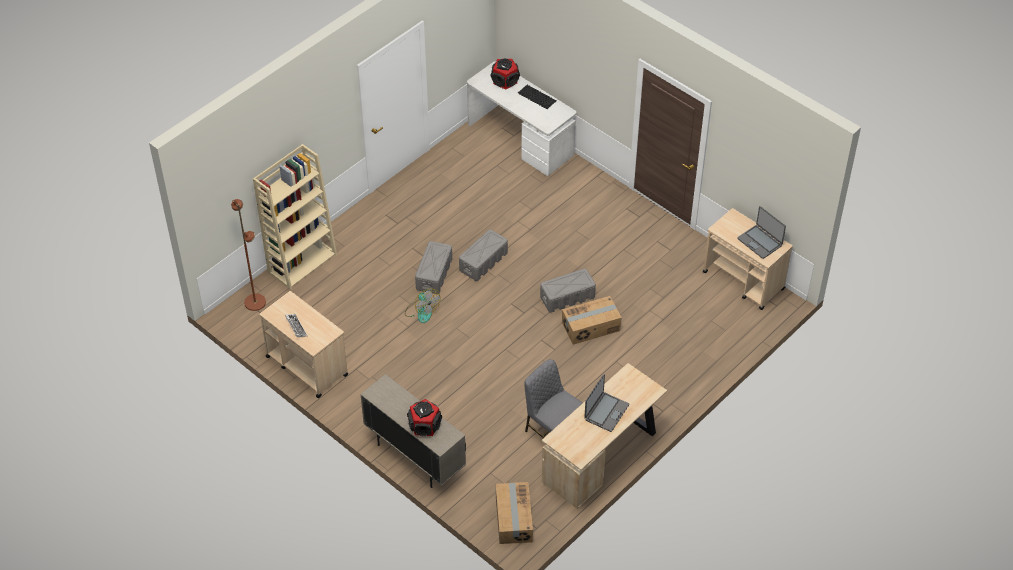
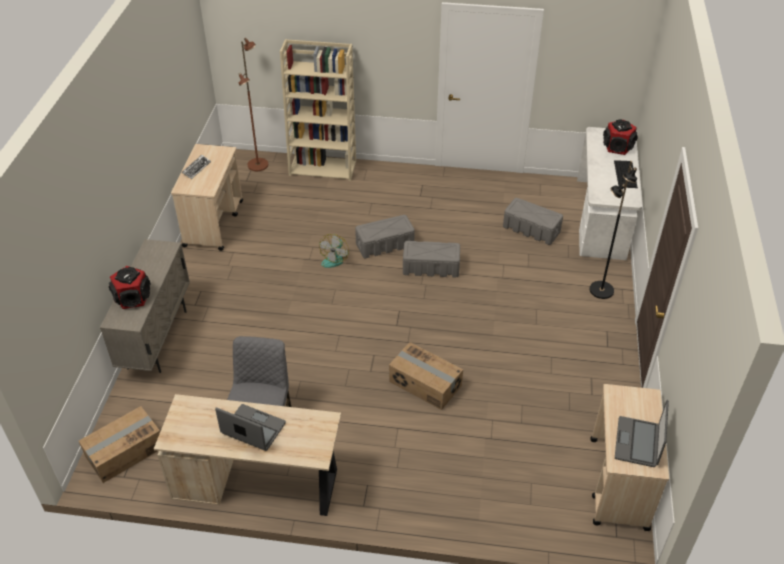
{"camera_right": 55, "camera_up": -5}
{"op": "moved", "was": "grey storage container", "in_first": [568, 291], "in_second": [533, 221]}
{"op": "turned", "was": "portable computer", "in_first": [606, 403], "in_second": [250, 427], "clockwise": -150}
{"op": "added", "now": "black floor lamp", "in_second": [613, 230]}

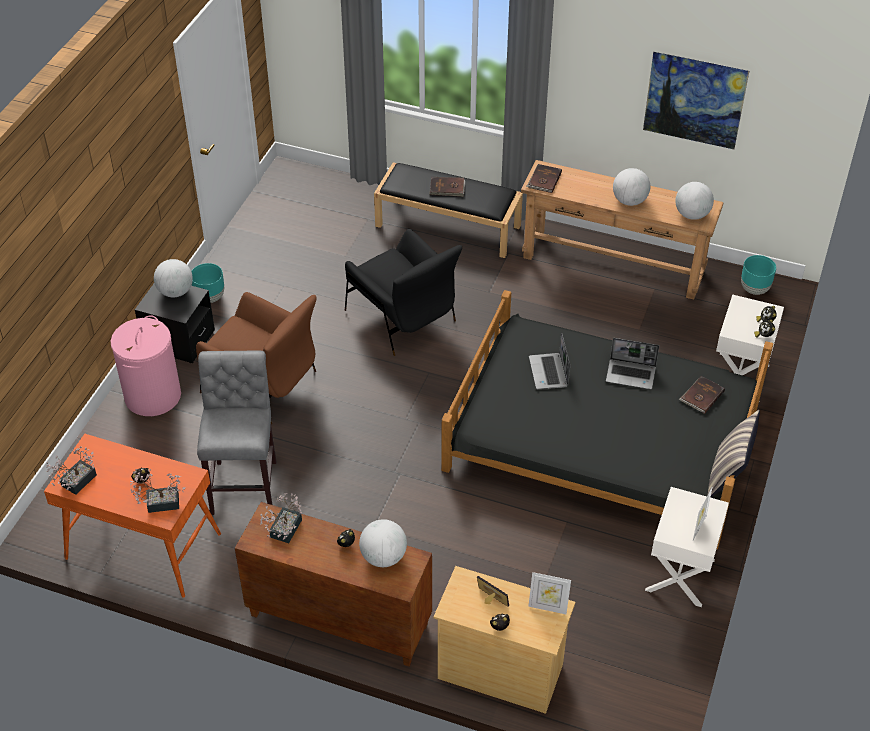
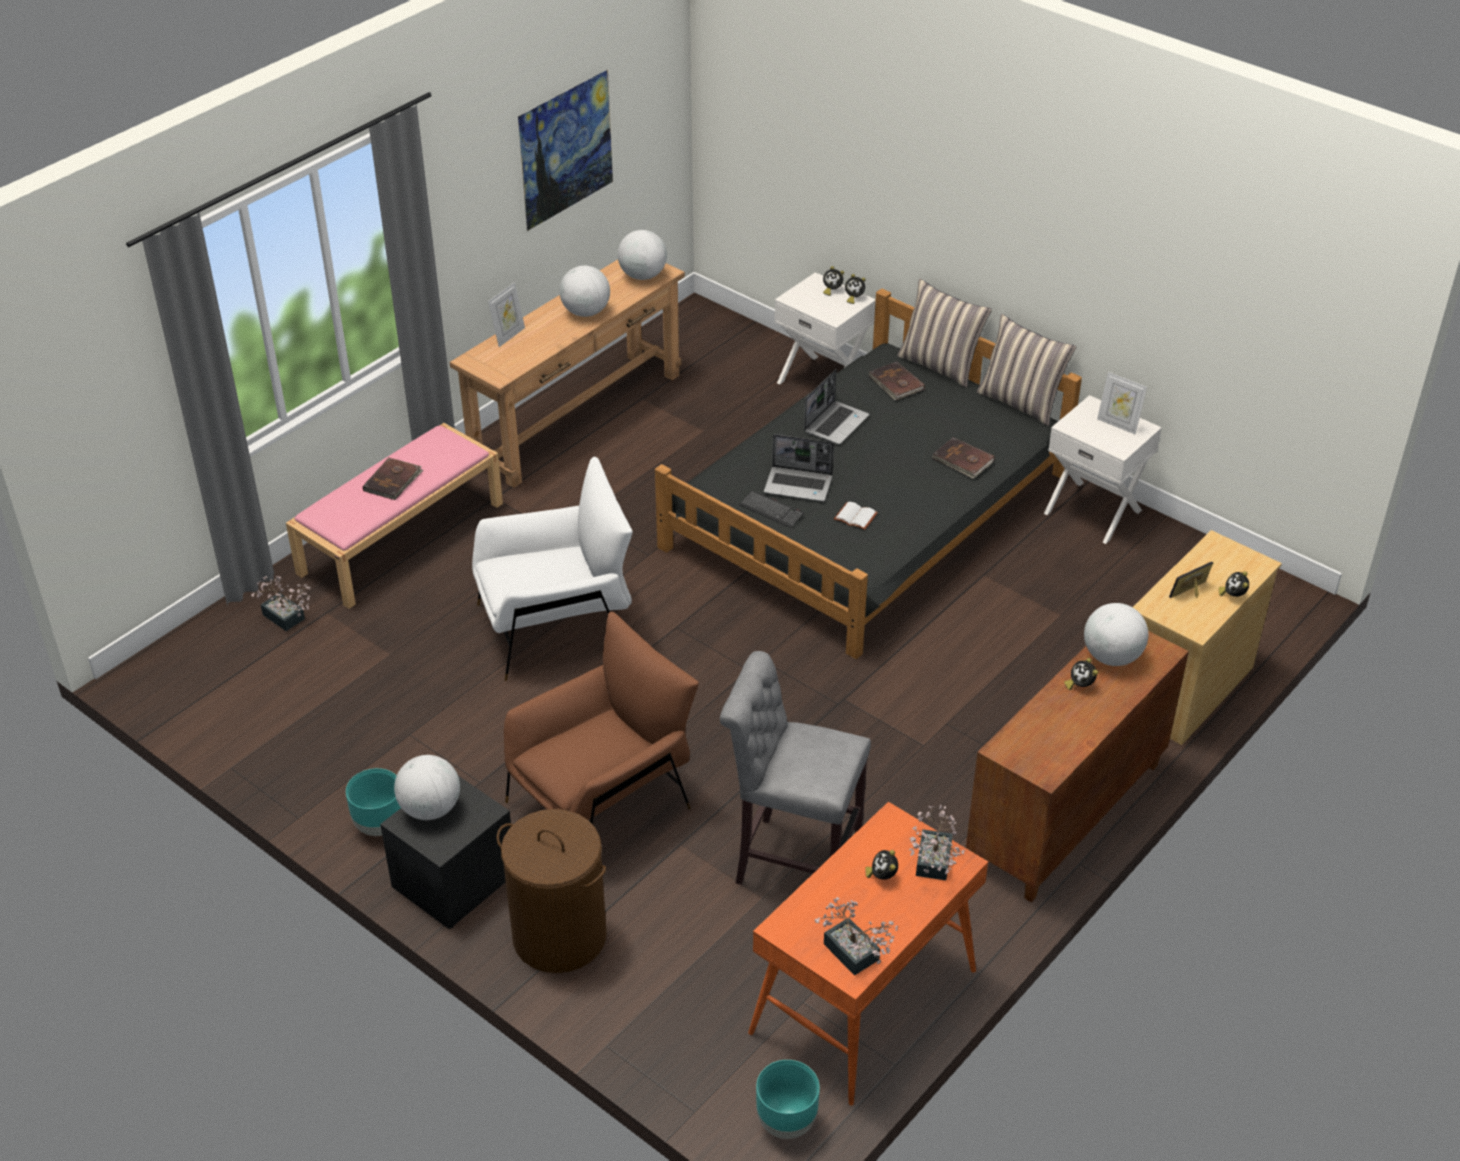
{"camera_right": -70, "camera_up": -5}
{"op": "recoloured", "was": "black bench", "now": "pink bench", "in_first": [448, 210], "in_second": [394, 516]}
{"op": "moved", "was": "brownish book", "in_first": [544, 178], "in_second": [963, 458]}
{"op": "recoloured", "was": "black armchair", "now": "white armchair", "in_first": [403, 292], "in_second": [552, 569]}
{"op": "moved", "was": "turquoise plant pot", "in_first": [758, 275], "in_second": [788, 1099]}
{"op": "recoloured", "was": "pink laundry basket", "now": "brownish laundry basket", "in_first": [146, 365], "in_second": [552, 891]}
{"op": "moved", "was": "houseplant", "in_first": [281, 518], "in_second": [281, 603]}
{"op": "moved", "was": "picture frame", "in_first": [549, 593], "in_second": [506, 314]}
{"op": "added", "now": "pillow", "in_second": [944, 333]}
{"op": "added", "now": "computer keyboard", "in_second": [771, 509]}
{"op": "added", "now": "white book", "in_second": [856, 516]}

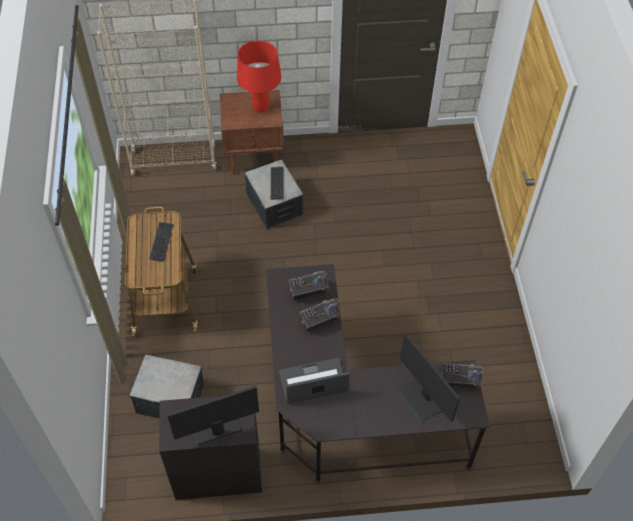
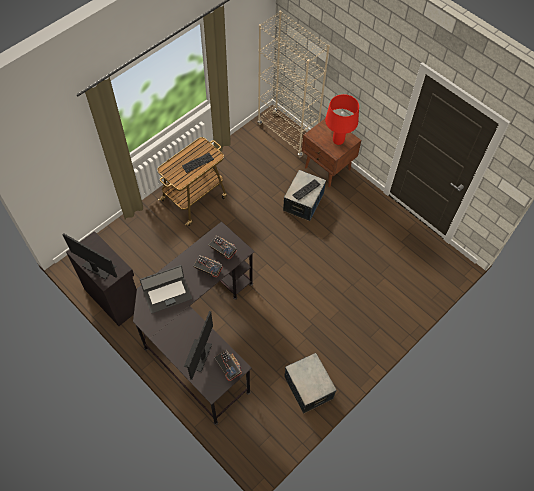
{"camera_right": 50, "camera_up": 5}
{"op": "moved", "was": "storage container", "in_first": [166, 386], "in_second": [310, 383]}
{"op": "turned", "was": "portable computer", "in_first": [314, 381], "in_second": [166, 289], "clockwise": 120}

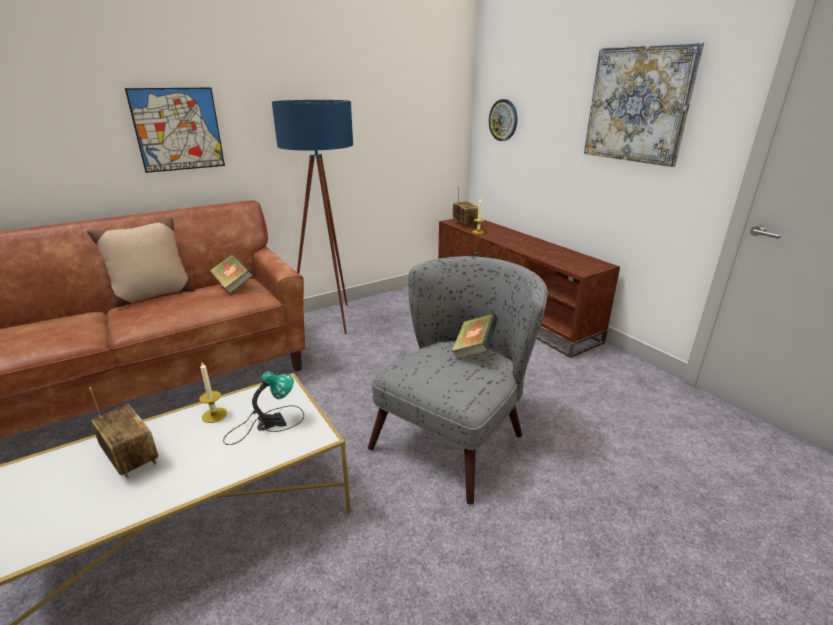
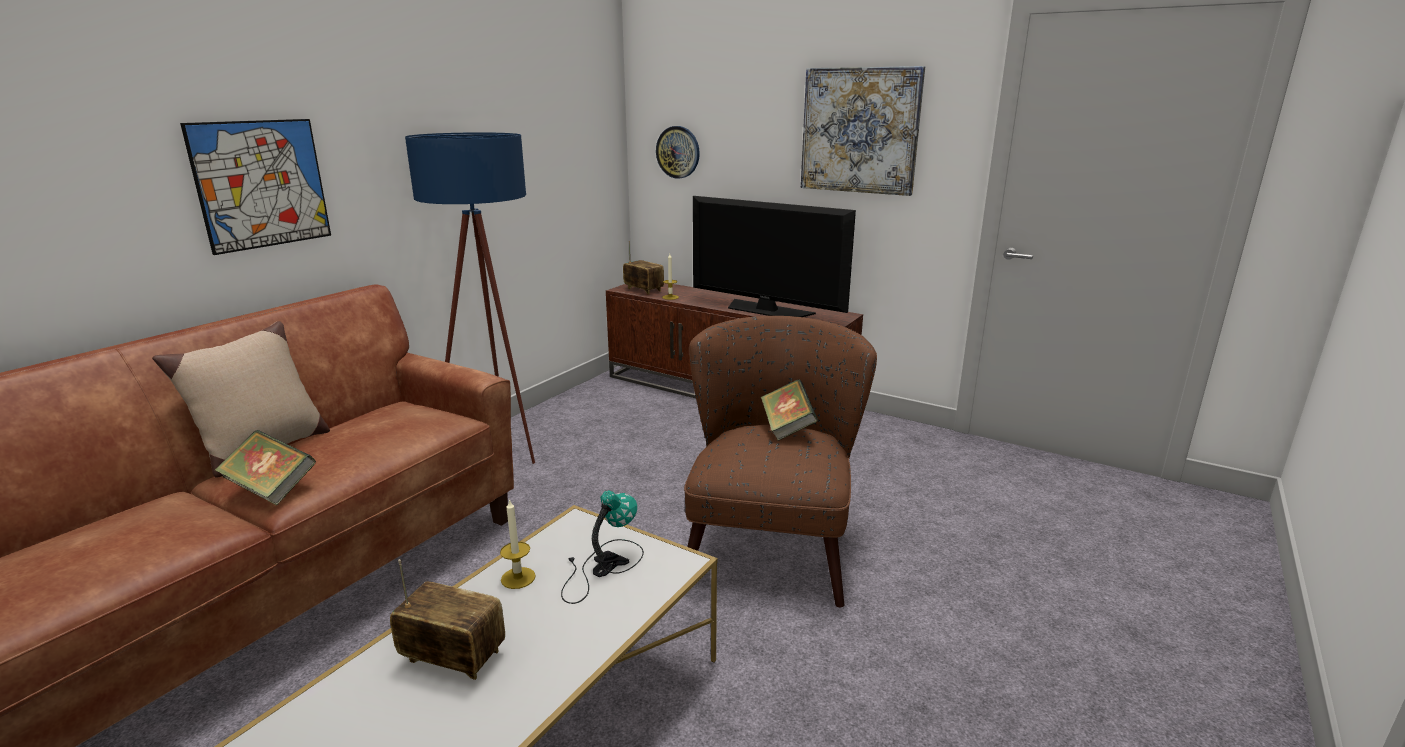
{"camera_right": -25, "camera_up": -5}
{"op": "moved", "was": "book", "in_first": [231, 274], "in_second": [265, 467]}
{"op": "recoloured", "was": "grey armchair", "now": "brownish armchair", "in_first": [458, 380], "in_second": [780, 461]}
{"op": "added", "now": "TV", "in_second": [774, 256]}

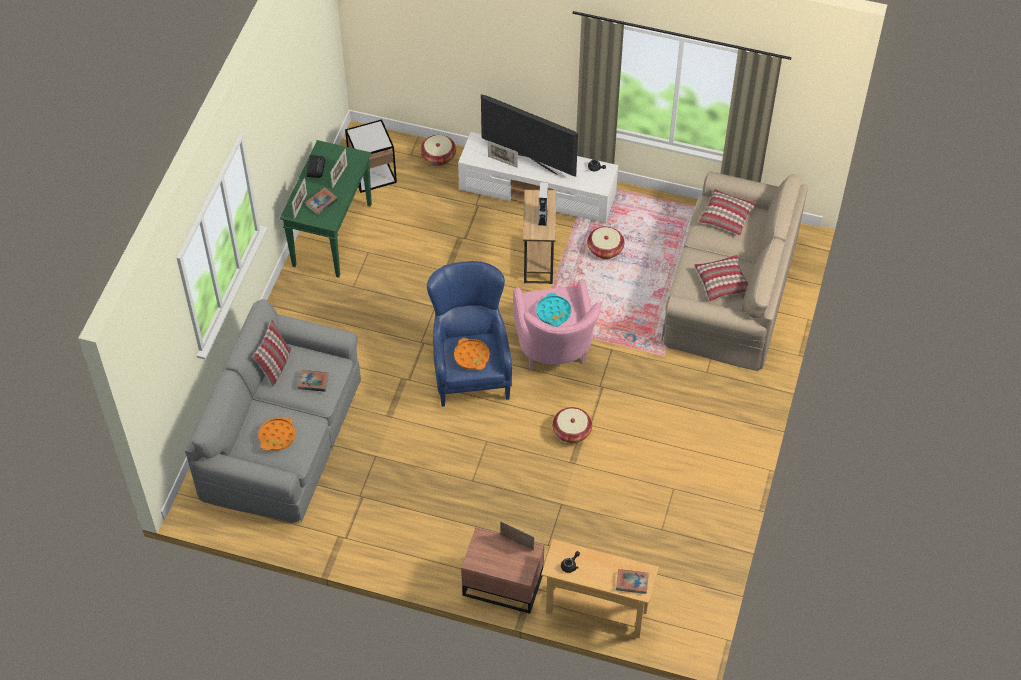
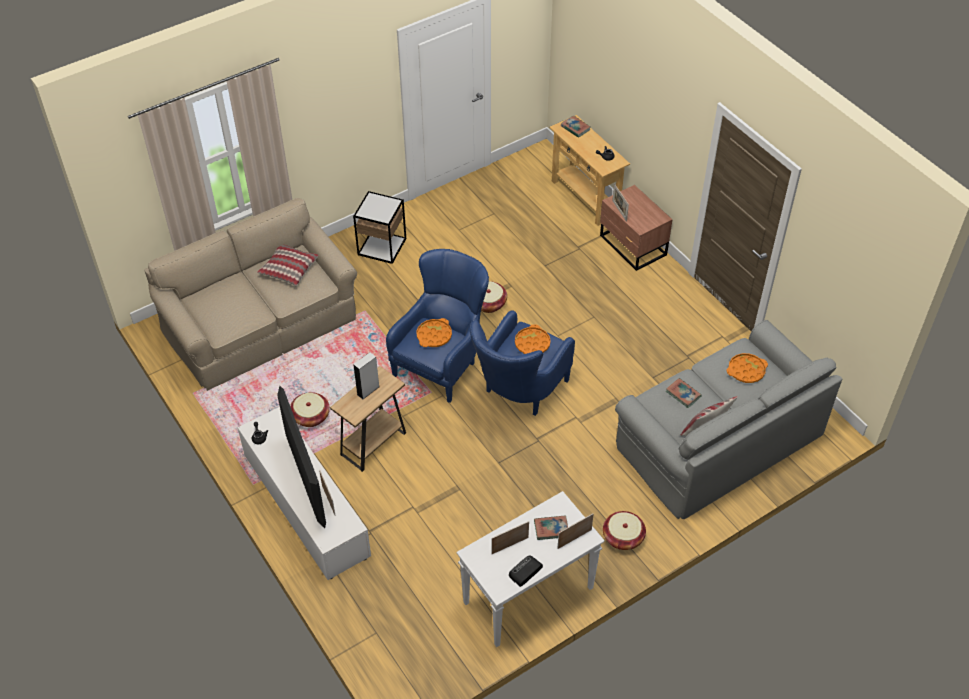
{"camera_right": -140, "camera_up": -5}
{"op": "moved", "was": "side table", "in_first": [371, 156], "in_second": [379, 227]}
{"op": "moved", "was": "storage basket", "in_first": [438, 150], "in_second": [624, 530]}
{"op": "recoloured", "was": "green-coloured hall table", "now": "white hall table", "in_first": [326, 209], "in_second": [530, 569]}
{"op": "removed", "was": "pillow", "in_first": [727, 212]}
{"op": "recoloured", "was": "pink armchair", "now": "blue armchair", "in_first": [557, 325], "in_second": [437, 326]}
{"op": "recoloured", "was": "turquoise carrying tray", "now": "orange-coloured carrying tray", "in_first": [554, 310], "in_second": [434, 332]}

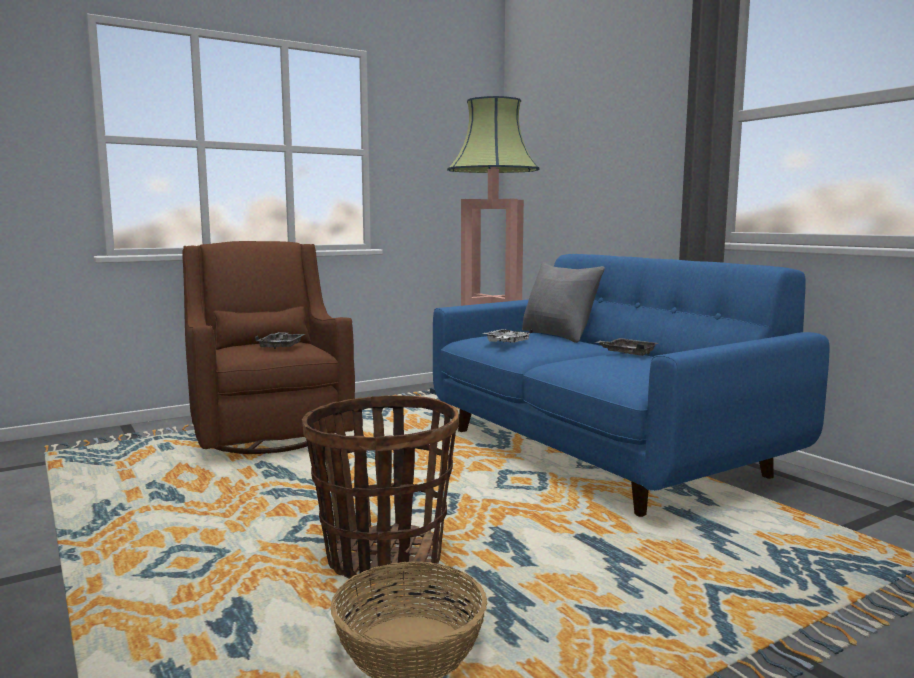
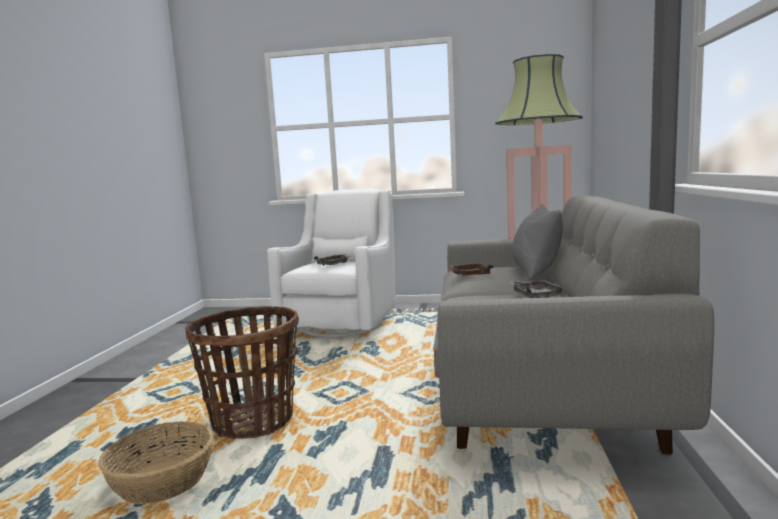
{"camera_right": 40, "camera_up": 0}
{"op": "recoloured", "was": "brownish armchair", "now": "white armchair", "in_first": [268, 347], "in_second": [331, 263]}
{"op": "recoloured", "was": "blue settee", "now": "grey settee", "in_first": [631, 385], "in_second": [573, 325]}
{"op": "recoloured", "was": "white carrying tray", "now": "brownish carrying tray", "in_first": [508, 336], "in_second": [471, 269]}

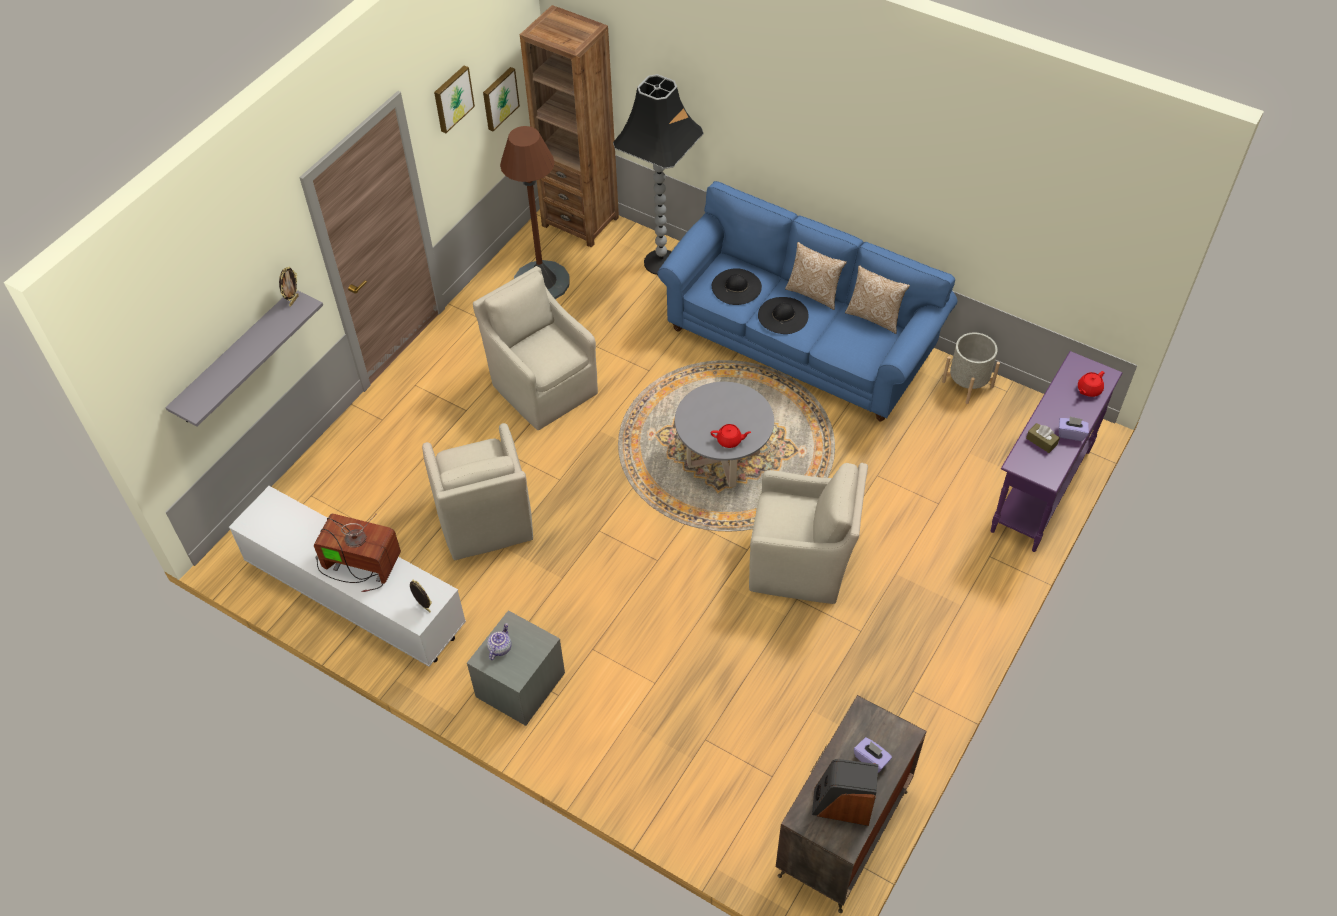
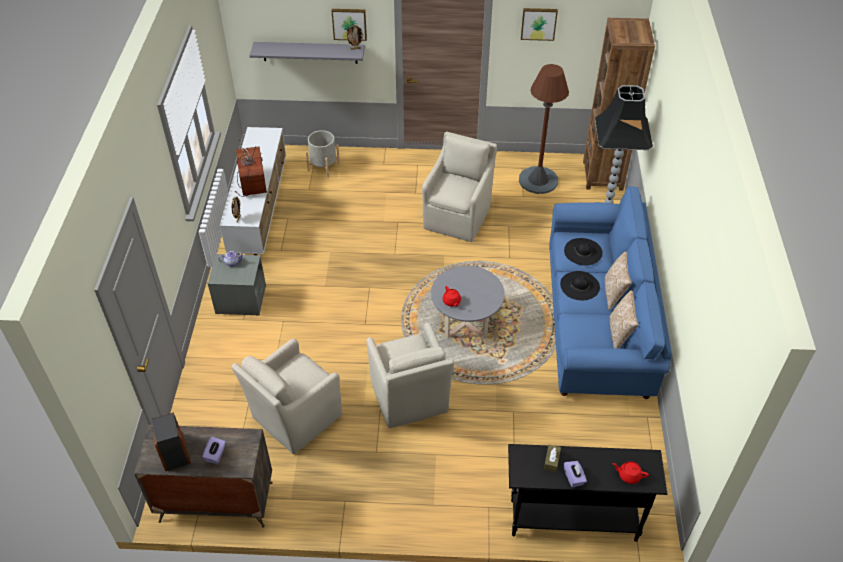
{"camera_right": 60, "camera_up": -5}
{"op": "moved", "was": "wall picture", "in_first": [501, 99], "in_second": [349, 25]}
{"op": "moved", "was": "grey plant pot", "in_first": [971, 368], "in_second": [323, 153]}
{"op": "recoloured", "was": "purple hall table", "now": "black hall table", "in_first": [1056, 451], "in_second": [587, 493]}
{"op": "moved", "was": "beige armchair", "in_first": [477, 491], "in_second": [286, 396]}

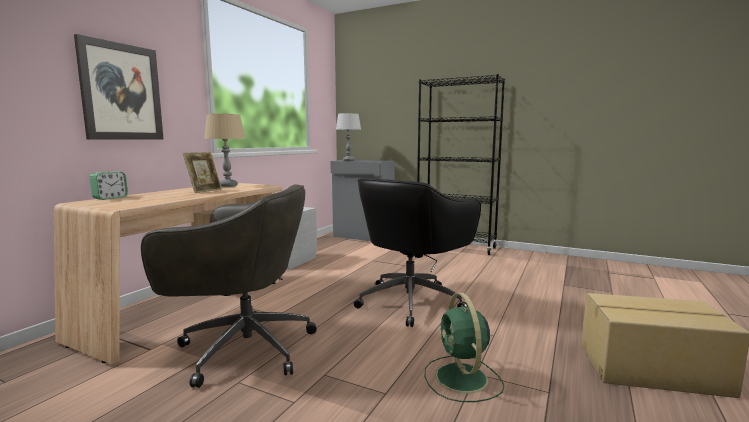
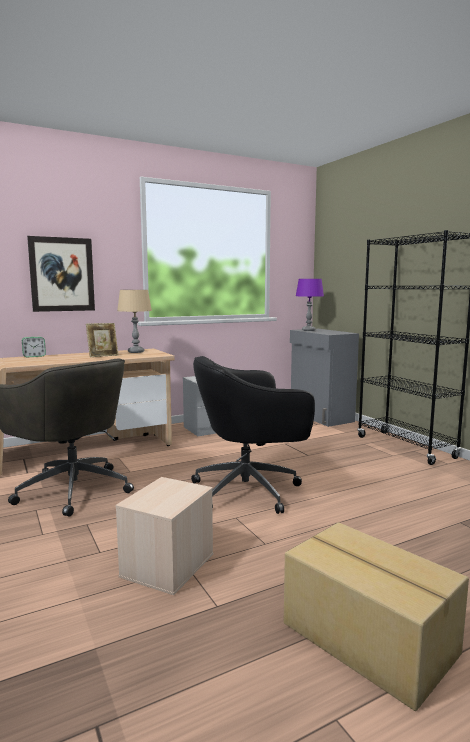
{"camera_right": 35, "camera_up": 0}
{"op": "recoloured", "was": "grey tabletop lamp", "now": "purple tabletop lamp", "in_first": [348, 137], "in_second": [310, 305]}
{"op": "replaced", "was": "green-coloured cooling fan", "now": "beige storage container", "in_first": [464, 347], "in_second": [164, 536]}

